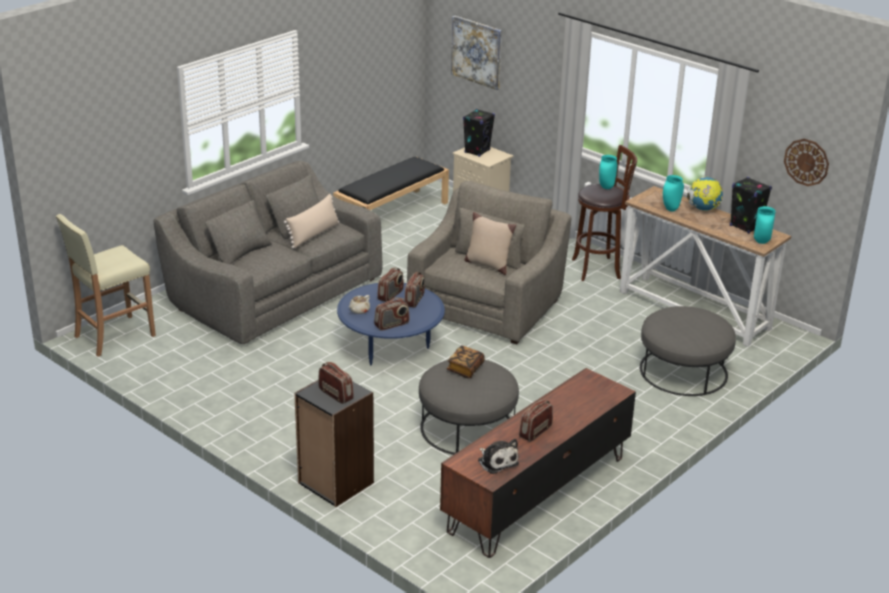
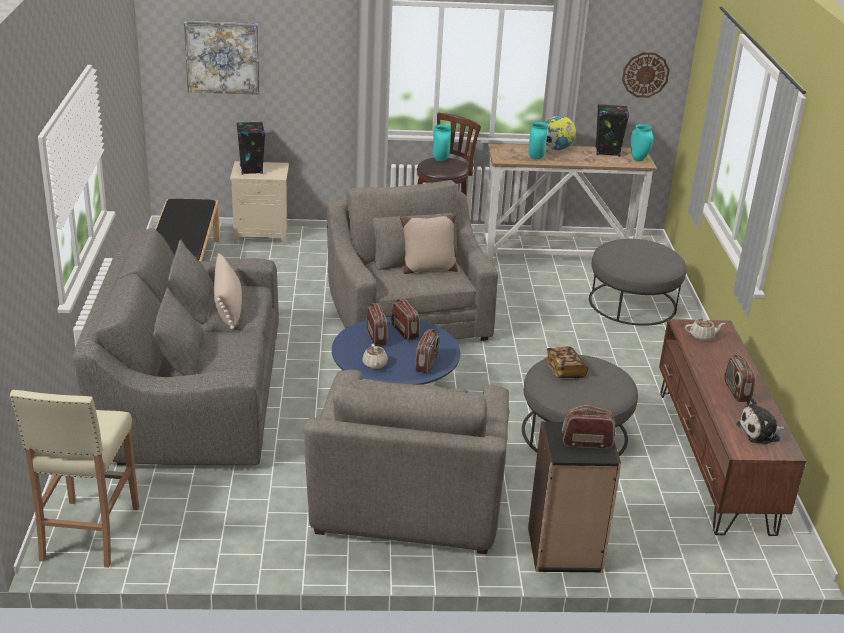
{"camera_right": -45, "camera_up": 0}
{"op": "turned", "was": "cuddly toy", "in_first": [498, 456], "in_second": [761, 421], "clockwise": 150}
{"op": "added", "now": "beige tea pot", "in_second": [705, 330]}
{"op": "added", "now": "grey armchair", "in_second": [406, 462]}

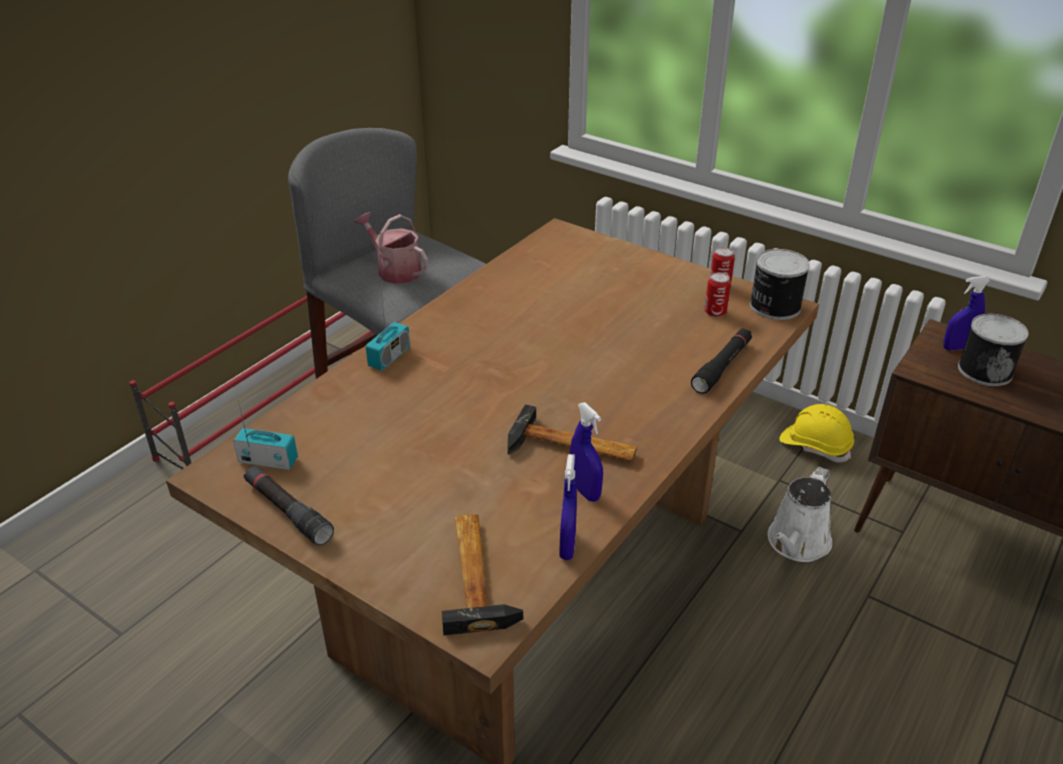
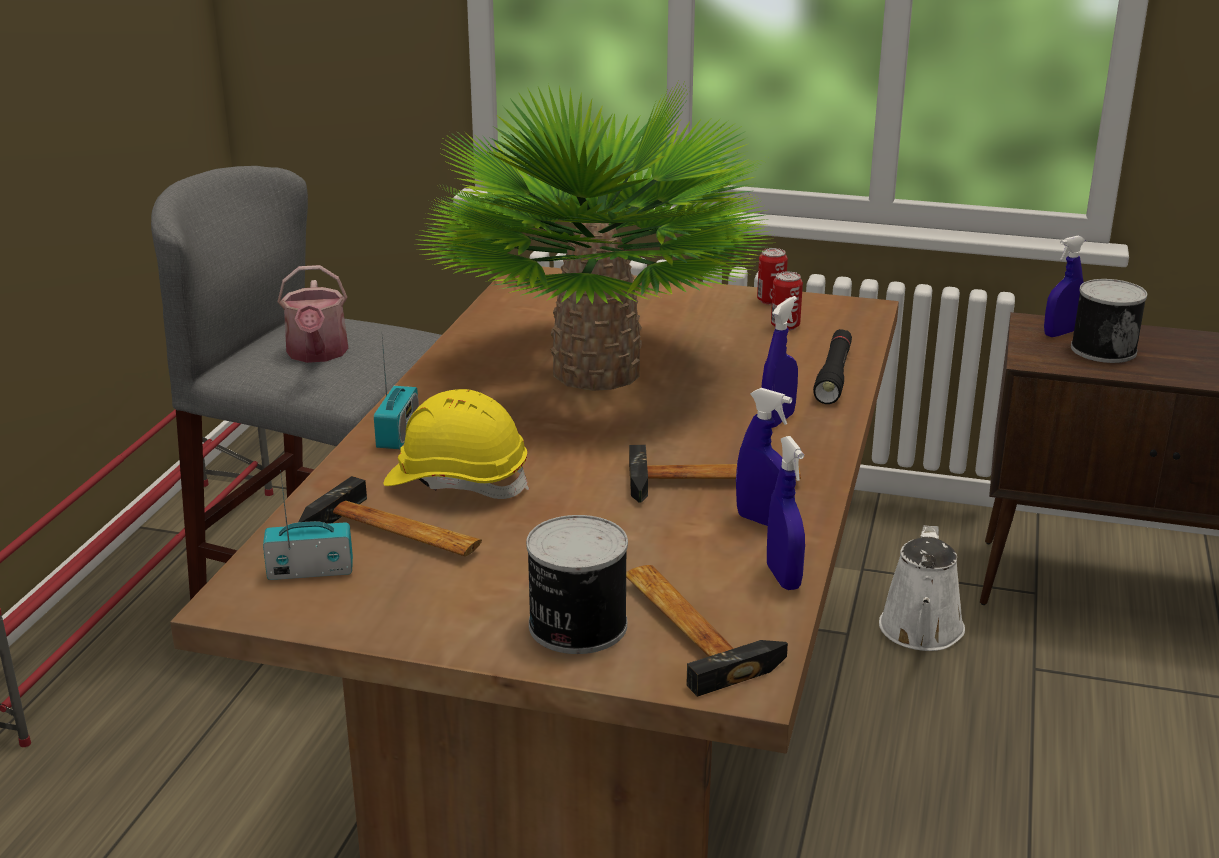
{"camera_right": -20, "camera_up": -10}
{"op": "turned", "was": "watering can", "in_first": [391, 248], "in_second": [313, 314], "clockwise": -120}
{"op": "moved", "was": "metal can", "in_first": [780, 284], "in_second": [577, 584]}
{"op": "moved", "was": "yellow-coloured hard hat", "in_first": [816, 433], "in_second": [456, 444]}
{"op": "removed", "was": "black flashlight", "in_first": [289, 505]}
{"op": "added", "now": "houseplant", "in_second": [591, 235]}
{"op": "added", "now": "blue spray bottle", "in_second": [780, 362]}
{"op": "added", "now": "tool hammer", "in_second": [390, 516]}

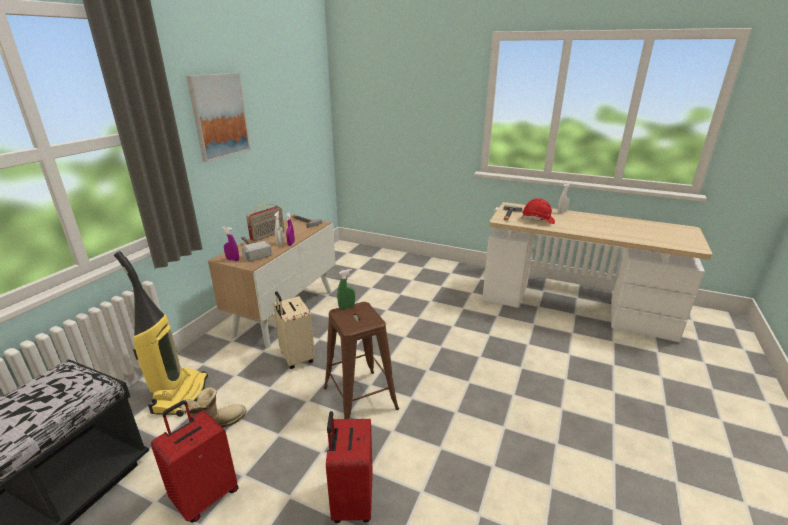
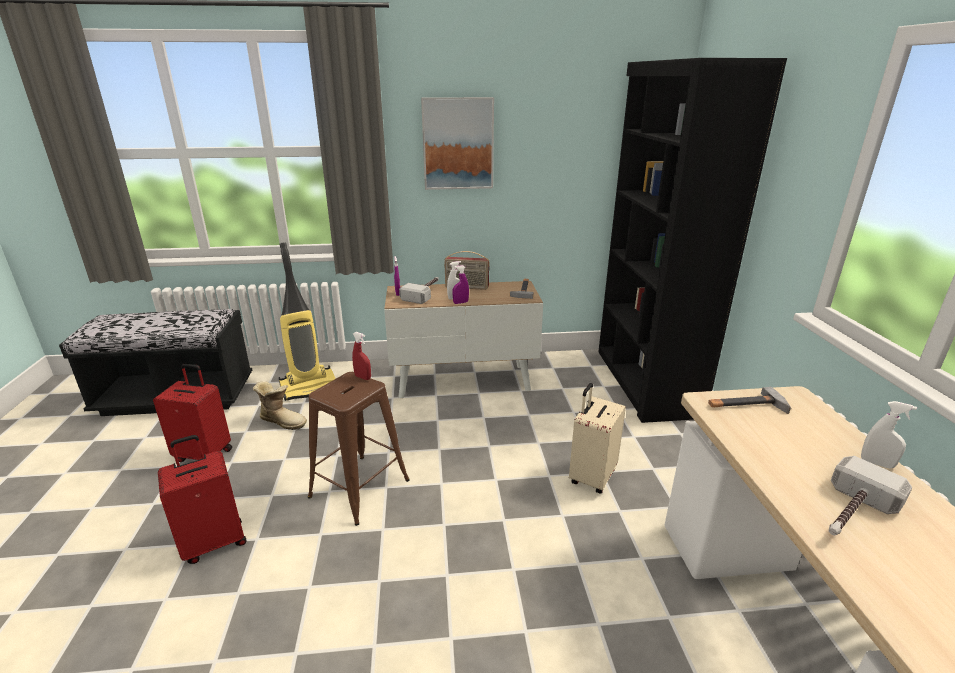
{"camera_right": 60, "camera_up": 0}
{"op": "removed", "was": "red-coloured hard hat", "in_first": [538, 211]}
{"op": "recoloured", "was": "green-coloured spray bottle", "now": "red-coloured spray bottle", "in_first": [346, 289], "in_second": [361, 356]}
{"op": "moved", "was": "beige travel case", "in_first": [294, 330], "in_second": [597, 438]}
{"op": "added", "now": "black shelving unit", "in_second": [692, 240]}
{"op": "added", "now": "tool hammer", "in_second": [870, 495]}

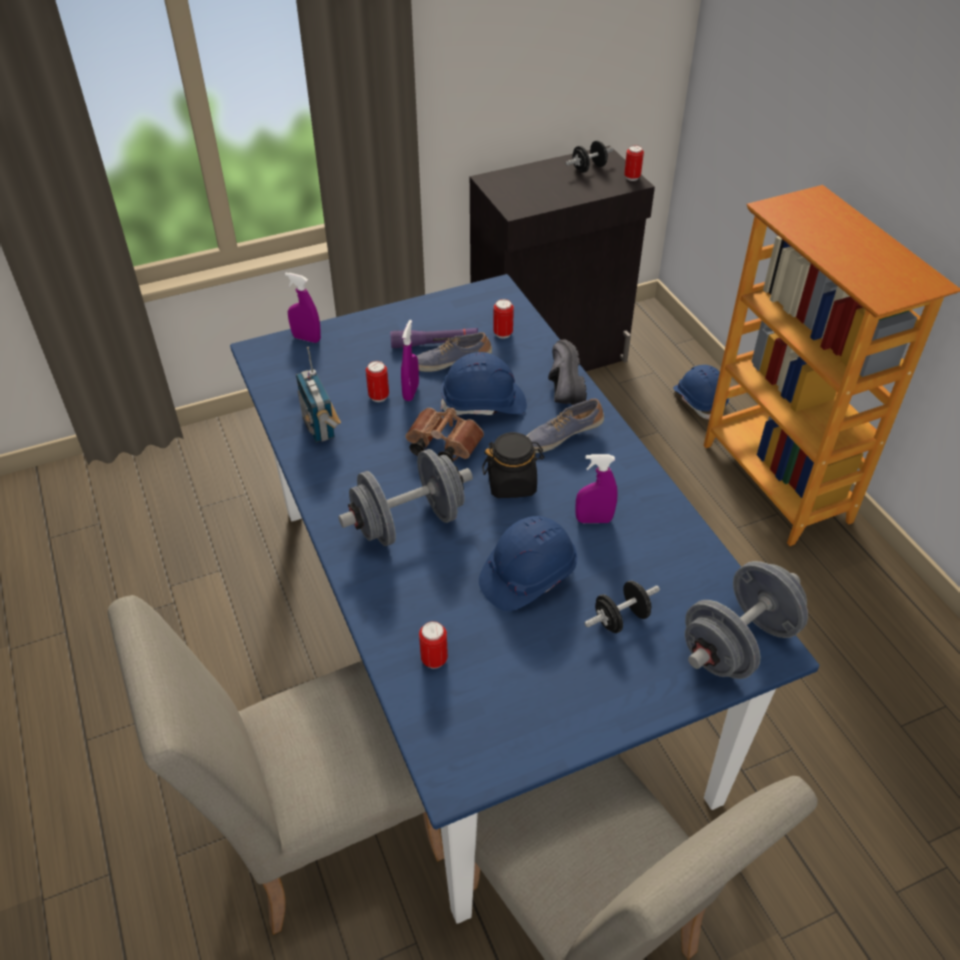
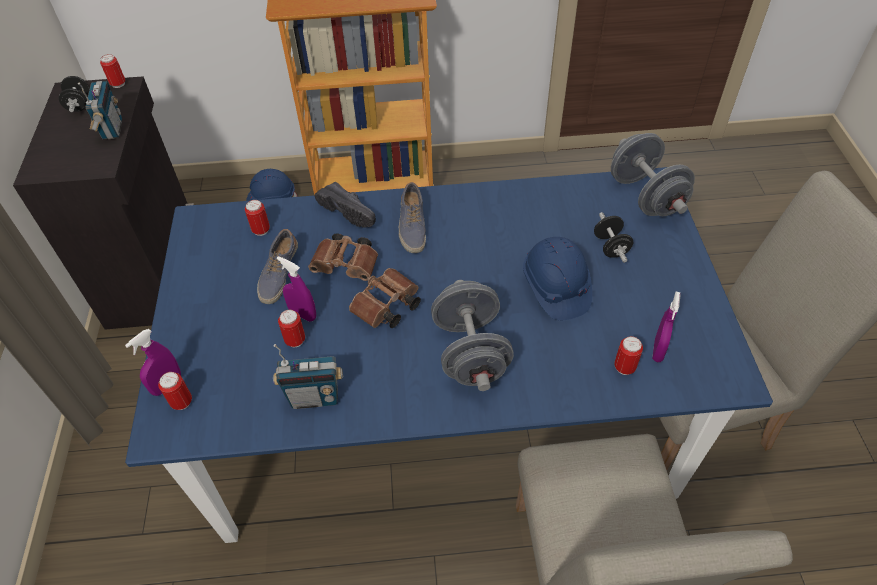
{"camera_right": -70, "camera_up": 5}
{"op": "removed", "was": "purple flashlight", "in_first": [434, 338]}
{"op": "turned", "was": "black shoe", "in_first": [567, 372], "in_second": [345, 205], "clockwise": -150}
{"op": "replaced", "was": "blue hard hat", "now": "brownish field glasses", "in_first": [484, 384], "in_second": [343, 257]}
{"op": "removed", "was": "black jar", "in_first": [513, 465]}
{"op": "moved", "was": "purple spray bottle", "in_first": [596, 488], "in_second": [666, 327]}
{"op": "added", "now": "radio receiver", "in_second": [100, 110]}
{"op": "added", "now": "metal can", "in_second": [175, 391]}

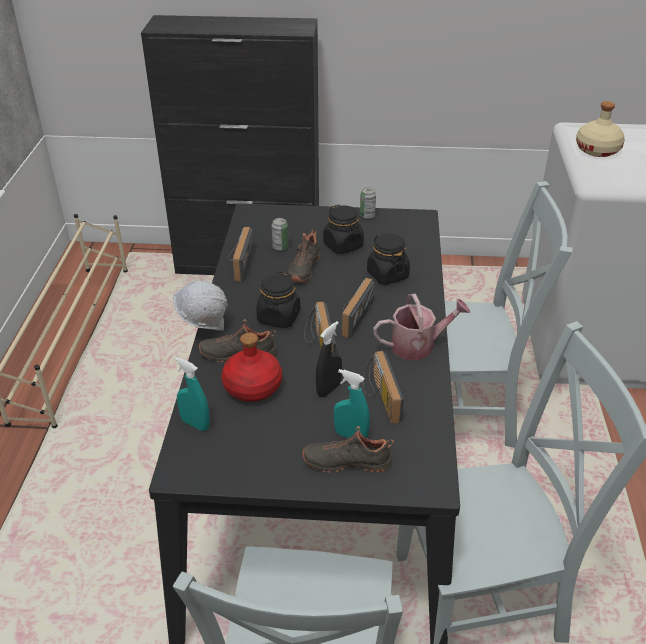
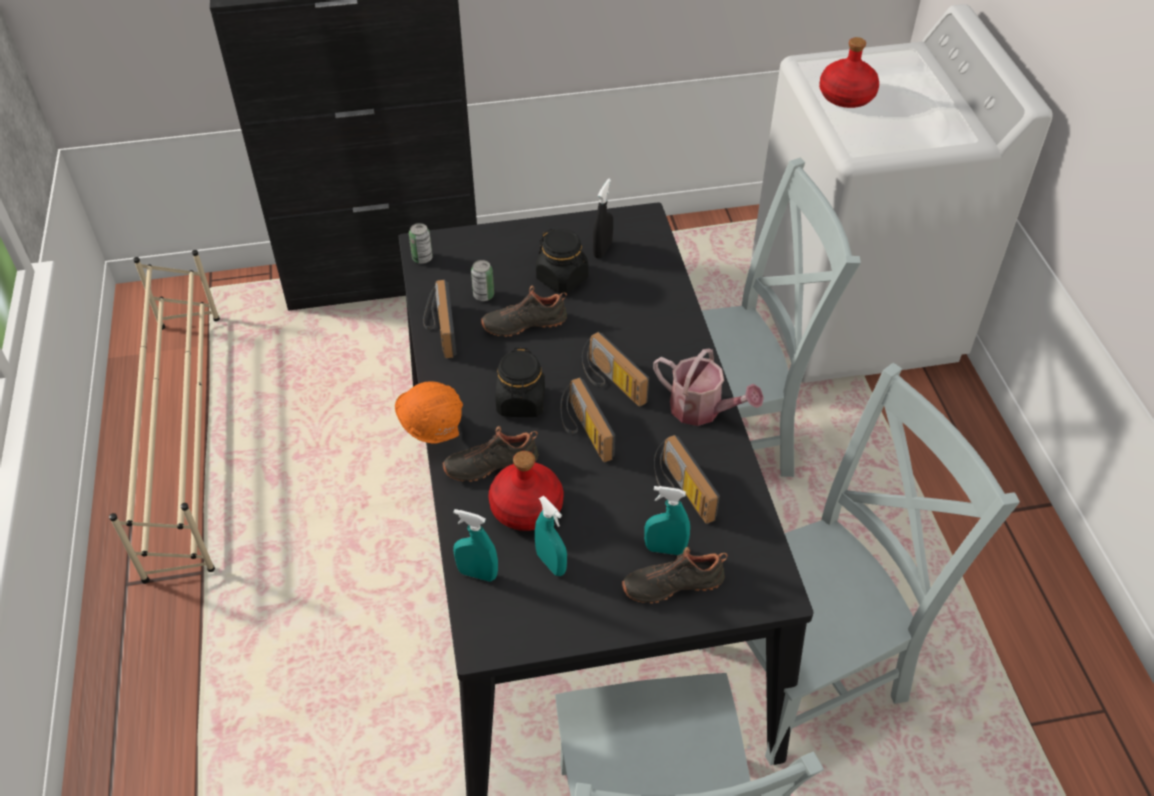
{"camera_right": -15, "camera_up": 10}
{"op": "recoloured", "was": "beige beverage bottle", "now": "red-coloured beverage bottle", "in_first": [600, 129], "in_second": [849, 72]}
{"op": "moved", "was": "metal can", "in_first": [368, 203], "in_second": [421, 243]}
{"op": "turned", "was": "black shoe", "in_first": [304, 256], "in_second": [524, 311], "clockwise": 75}
{"op": "removed", "was": "black jar", "in_first": [388, 259]}
{"op": "turned", "was": "radio receiver", "in_first": [358, 308], "in_second": [615, 369], "clockwise": -45}
{"op": "recoloured", "was": "white hard hat", "now": "orange-coloured hard hat", "in_first": [200, 305], "in_second": [429, 412]}
{"op": "turned", "was": "watering can", "in_first": [421, 327], "in_second": [708, 387], "clockwise": 60}
{"op": "moved", "was": "black spray bottle", "in_first": [329, 359], "in_second": [603, 218]}
{"op": "added", "now": "turquoise spray bottle", "in_second": [551, 536]}

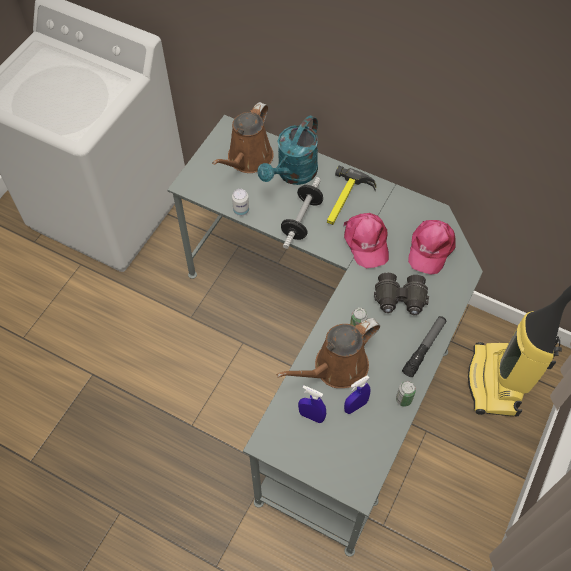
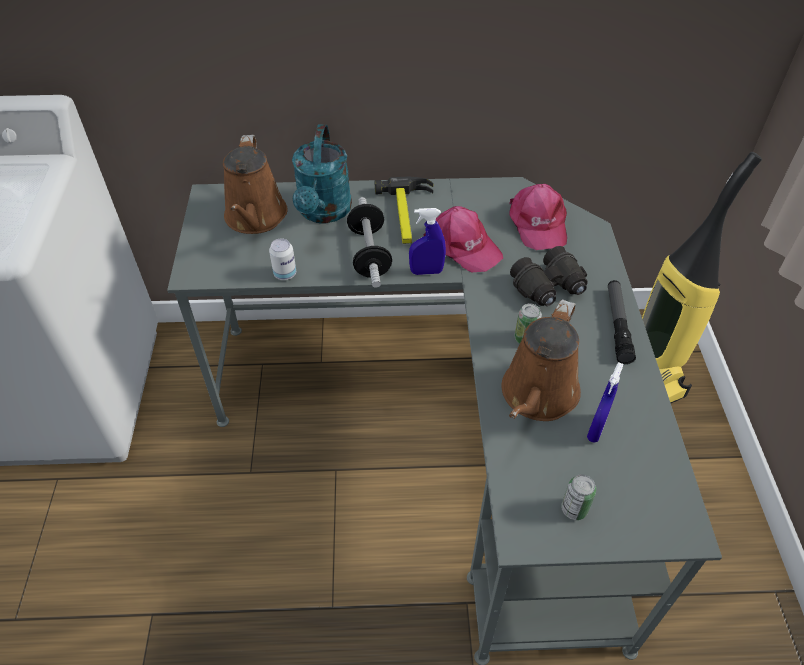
{"camera_right": -30, "camera_up": -10}
{"op": "moved", "was": "metal can", "in_first": [406, 393], "in_second": [578, 497]}
{"op": "moved", "was": "blue spray bottle", "in_first": [312, 404], "in_second": [427, 241]}

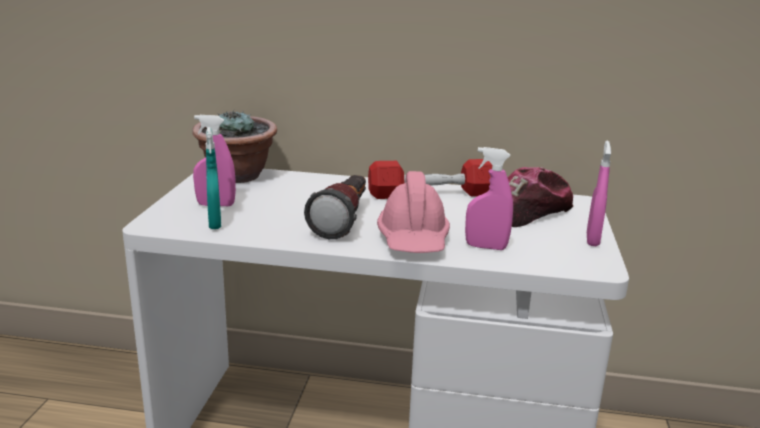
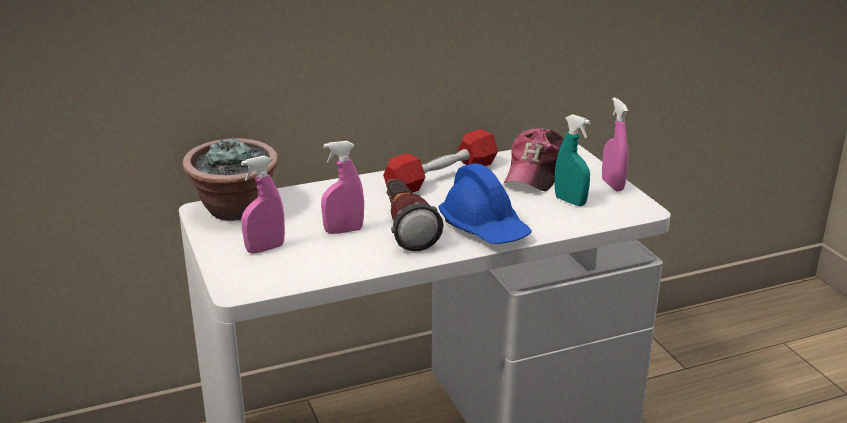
{"camera_right": -30, "camera_up": 5}
{"op": "moved", "was": "turquoise spray bottle", "in_first": [213, 178], "in_second": [573, 160]}
{"op": "moved", "was": "pink spray bottle", "in_first": [489, 198], "in_second": [342, 187]}
{"op": "recoloured", "was": "pink hard hat", "now": "blue hard hat", "in_first": [413, 212], "in_second": [485, 203]}

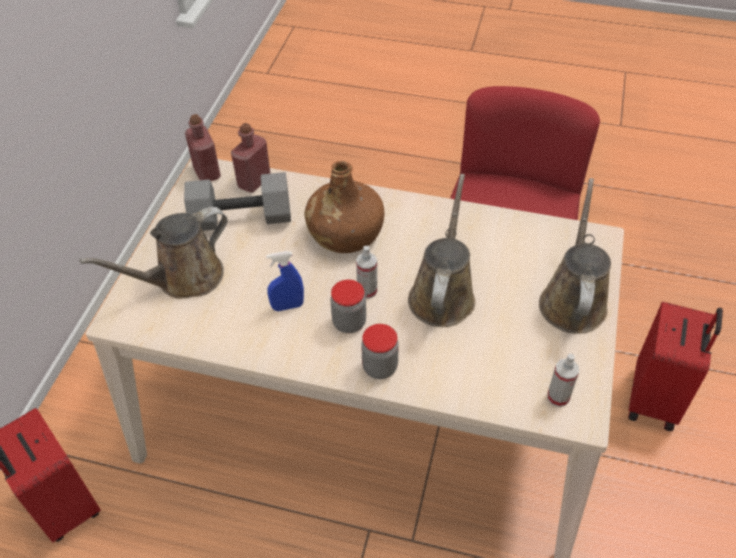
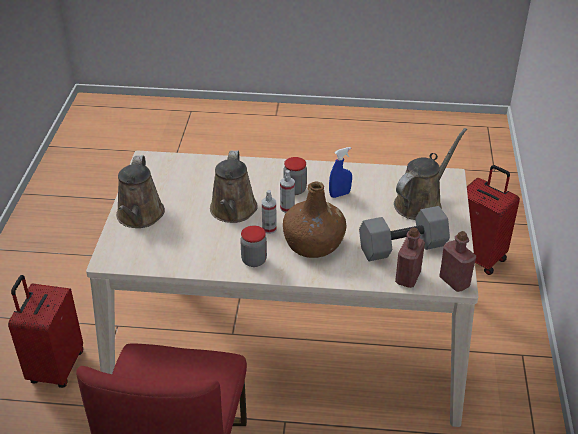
{"camera_right": 170, "camera_up": -10}
{"op": "moved", "was": "jar", "in_first": [380, 351], "in_second": [253, 246]}
{"op": "moved", "was": "spray bottle", "in_first": [563, 380], "in_second": [269, 212]}

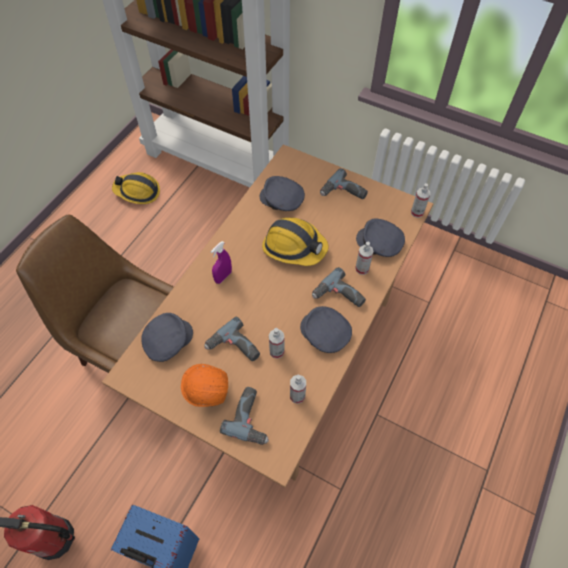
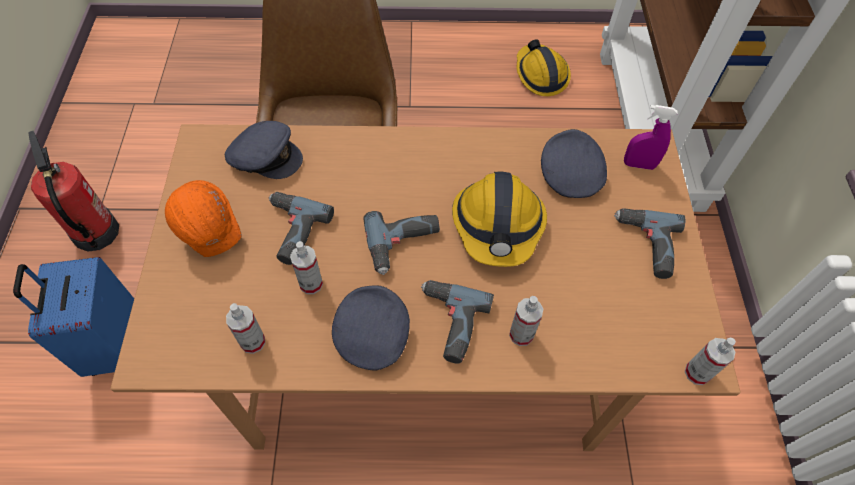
{"camera_right": 60, "camera_up": 0}
{"op": "removed", "was": "grey peaked cap", "in_first": [380, 237]}
{"op": "moved", "was": "purple spray bottle", "in_first": [221, 262], "in_second": [651, 137]}
{"op": "moved", "was": "power drill", "in_first": [244, 416], "in_second": [401, 243]}

